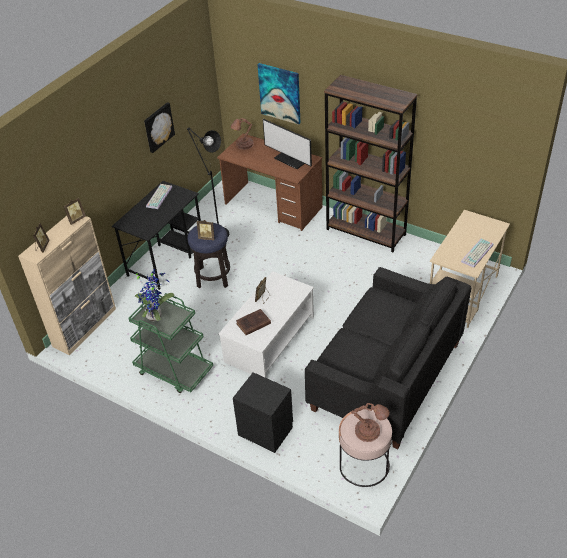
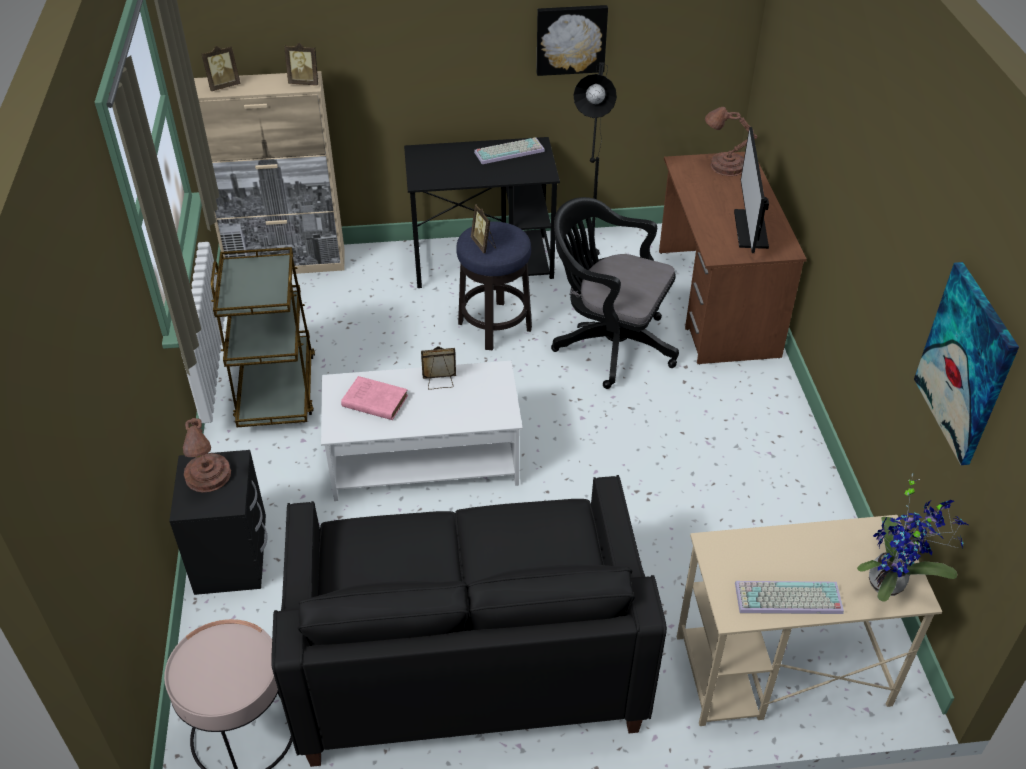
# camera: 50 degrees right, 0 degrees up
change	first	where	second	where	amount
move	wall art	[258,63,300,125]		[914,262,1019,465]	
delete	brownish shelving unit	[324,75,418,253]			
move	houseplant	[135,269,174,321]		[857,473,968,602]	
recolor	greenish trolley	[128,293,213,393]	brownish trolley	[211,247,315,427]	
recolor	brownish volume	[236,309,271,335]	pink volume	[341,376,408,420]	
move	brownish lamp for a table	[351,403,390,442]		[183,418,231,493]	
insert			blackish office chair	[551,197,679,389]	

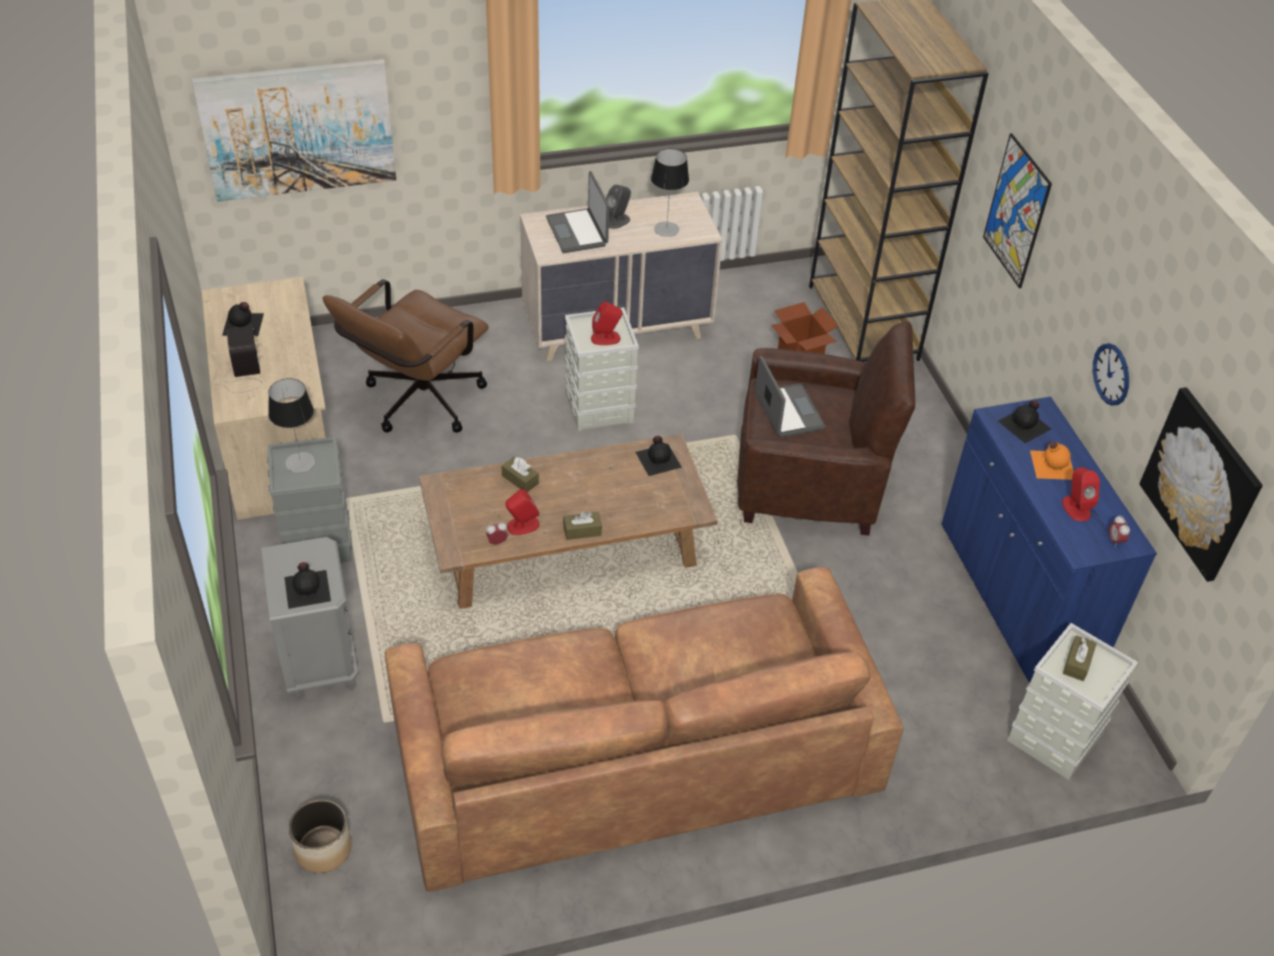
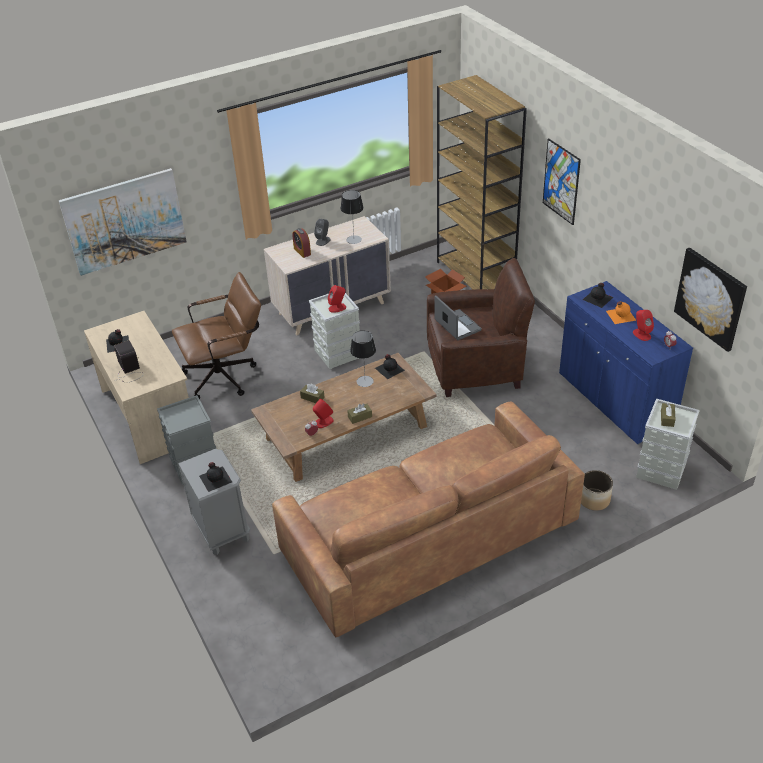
# camera: 10 degrees left, 5 degrees down
change	first	where	second	where	amount
replace	notebook computer	[546,171,609,253]	bedside clock	[292,228,311,258]	
rotate	brownish office chair	[323,279,489,433]		[172,272,261,399]	135 degrees counterclockwise
delete	clock on the wall	[1093,343,1129,406]			
move	lamp for a table	[268,378,315,473]		[350,330,376,387]	
move	plant pot	[289,800,351,873]		[581,470,613,511]	

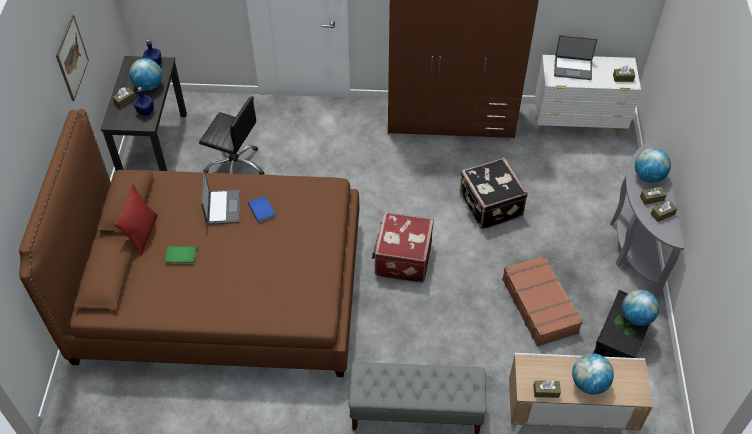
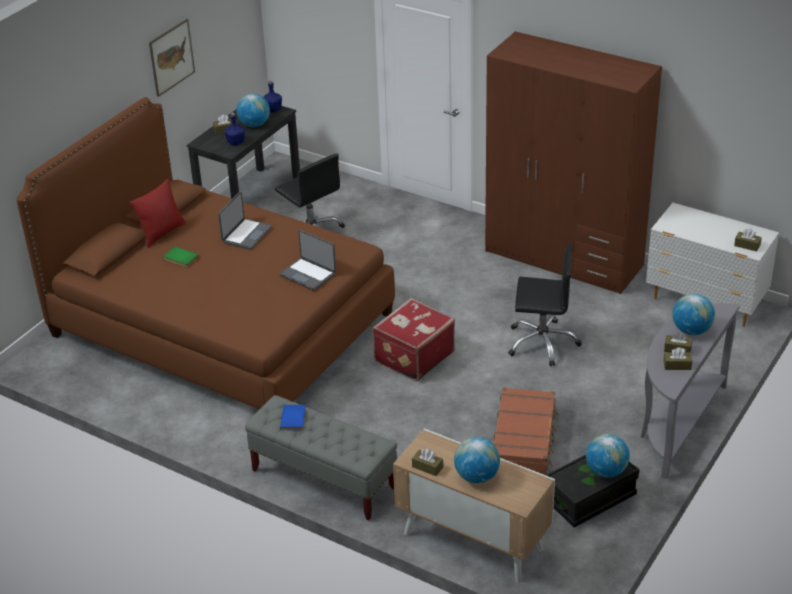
# camera: 30 degrees right, 15 degrees down
change	first	where	second	where	amount
move	notebook computer	[554,35,597,80]		[279,230,336,291]	
replace	blackish travel case	[460,158,528,229]	blackish office chair	[508,243,582,367]	
move	blue-coloured volume	[248,196,275,223]		[280,405,306,430]	

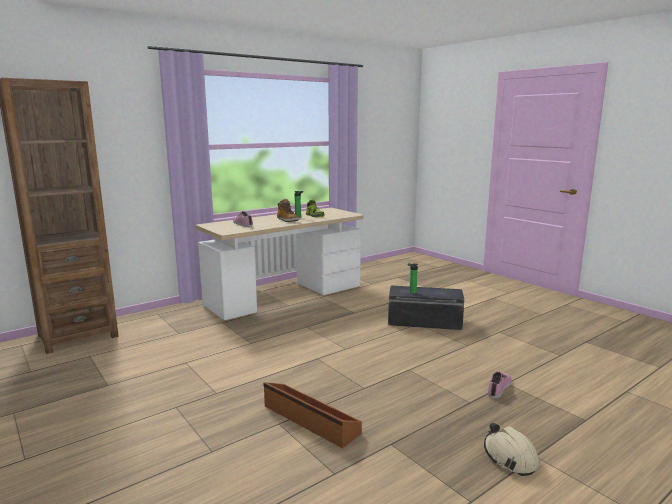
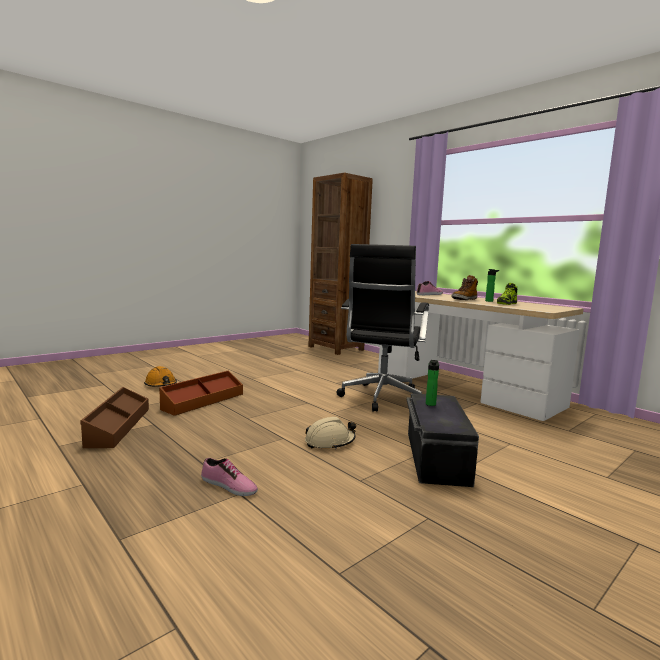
# camera: 85 degrees right, 5 degrees down
change	first	where	second	where	amount
move	beige-coloured safety helmet	[484,423,539,476]		[305,417,356,450]	
insert			blackish office chair	[336,244,429,412]	
insert			orange safety helmet	[144,366,177,387]	
insert			brownish storage box	[80,387,149,448]	

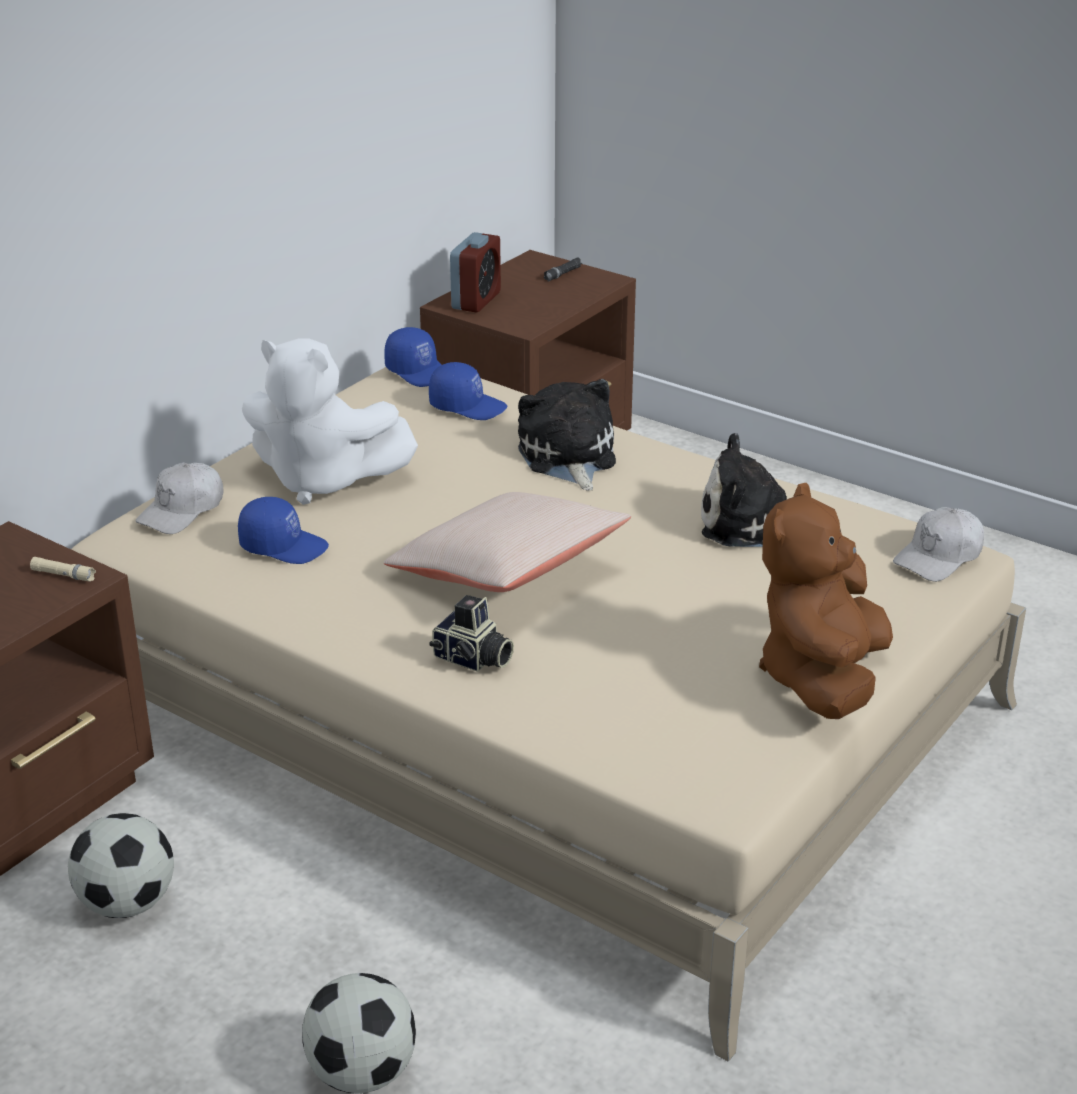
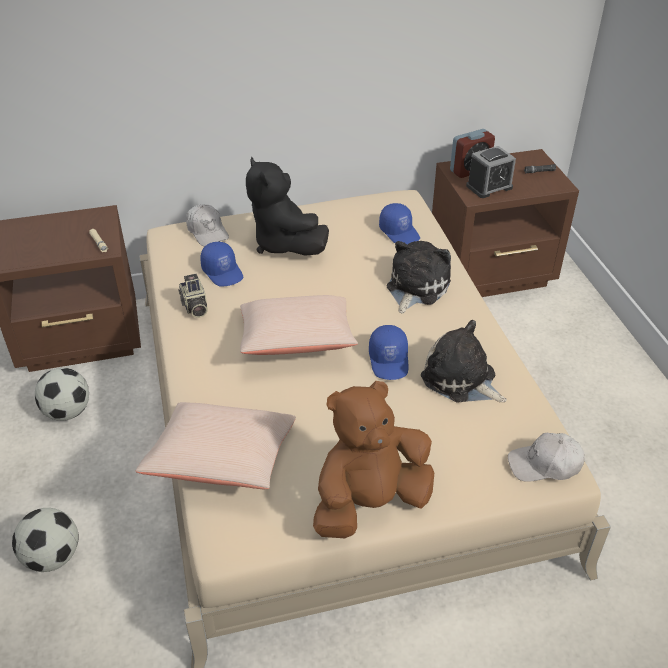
# camera: 40 degrees right, 10 degrees up
change	first	where	second	where	amount
move	blue-coloured peaked cap	[384,327,442,387]		[369,325,409,380]	
recolor	white-coloured soft toy	[242,338,418,505]	blackish soft toy	[246,157,329,256]	
rotate	white-coloured peaked cap	[135,463,223,534]		[186,204,229,246]	105 degrees counterclockwise
move	photo camera	[429,595,514,672]		[178,274,208,318]	
insert			bedside clock	[466,146,516,198]	
insert			beige-coloured pillow	[136,402,296,489]	

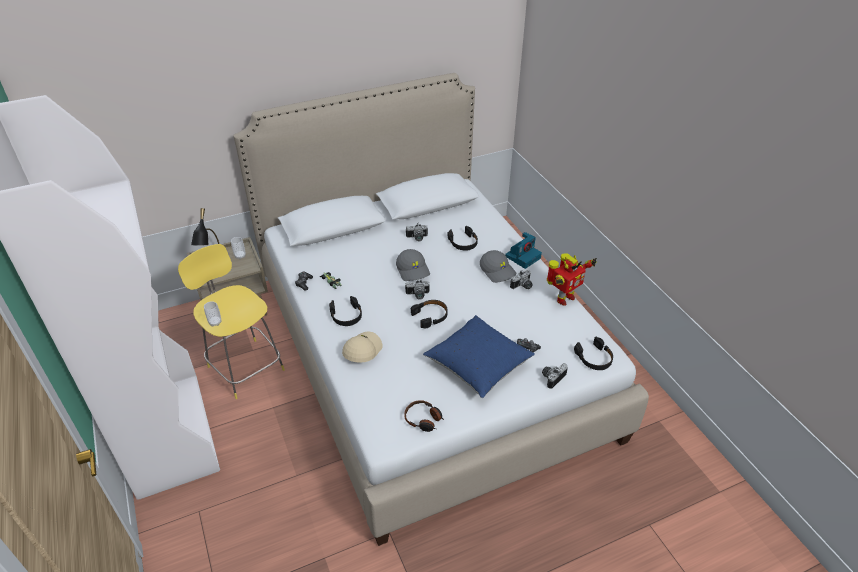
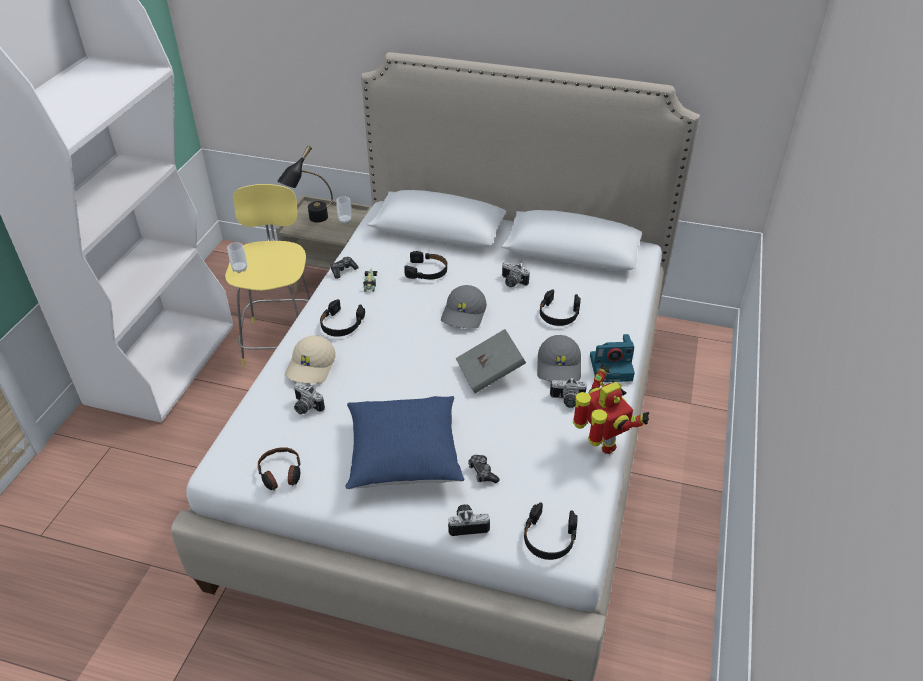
# camera: 40 degrees right, 0 degrees up
change	first	where	second	where	amount
rotate	toy robot	[547,253,597,306]		[573,363,649,454]	120 degrees counterclockwise
move	photo camera	[405,279,429,300]		[294,382,325,414]	
move	blackish headset	[411,300,448,329]		[404,251,447,280]	
rotate	beige-coloured peaked cap	[342,332,383,363]		[285,335,336,384]	135 degrees clockwise
insert			greyish volume	[456,329,526,393]	

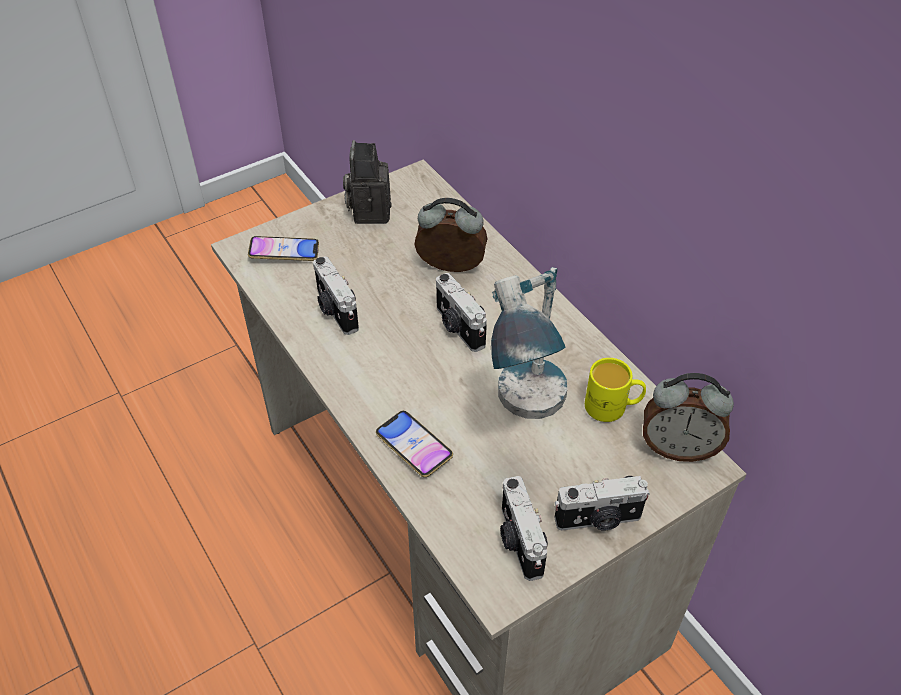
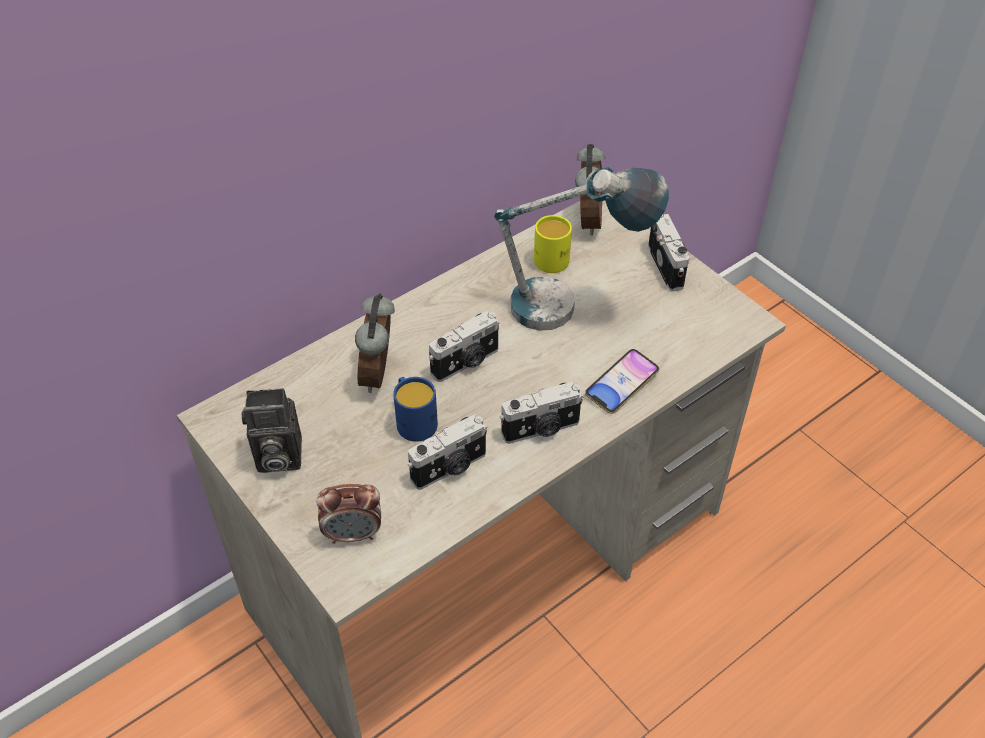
# camera: 95 degrees left, 0 degrees up
change	first	where	second	where	amount
replace	handset	[248,236,319,261]	bedside clock	[316,484,381,544]	
move	photo camera	[500,476,548,581]		[500,382,583,444]	
insert			blue-coloured mug	[393,377,438,442]	

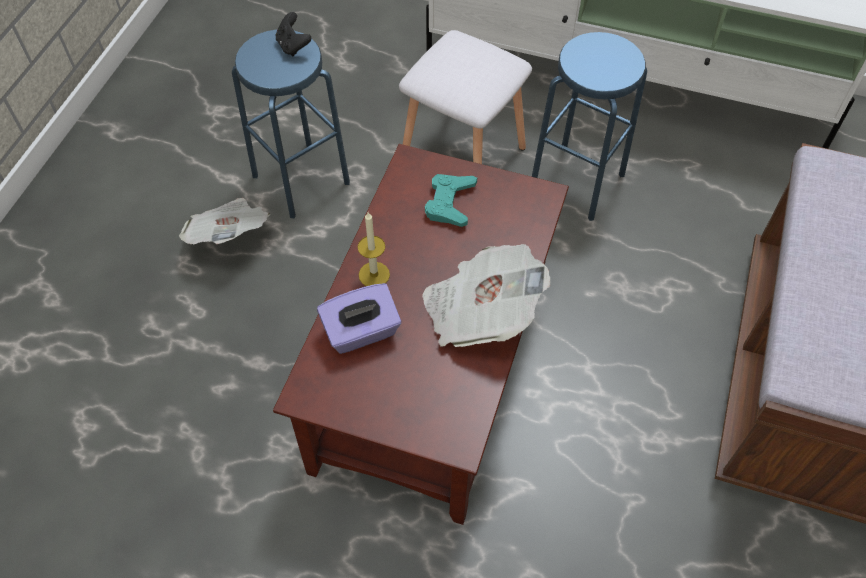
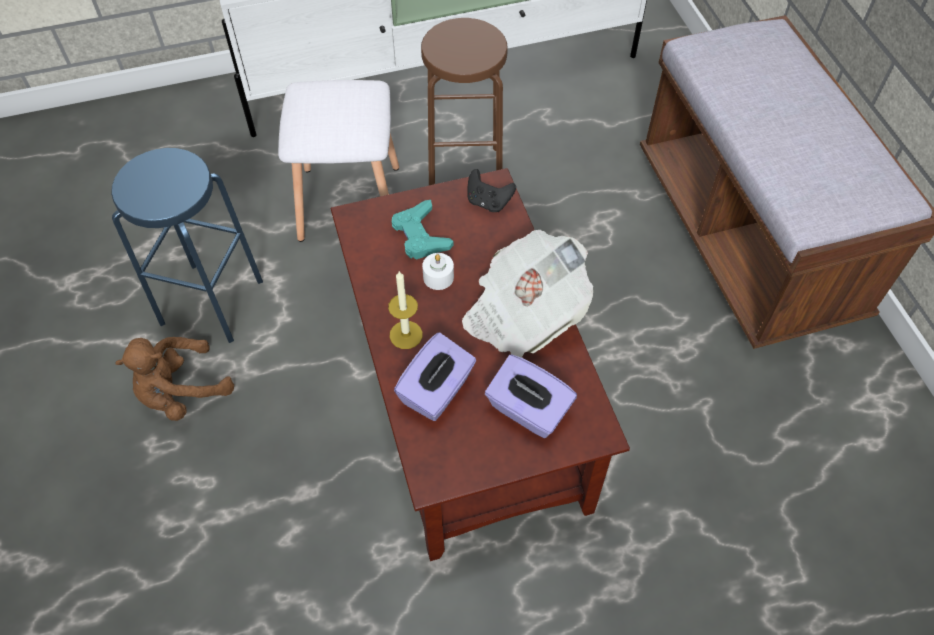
# camera: 35 degrees left, 0 degrees up
change	first	where	second	where	amount
move	blackish joypad	[276,12,312,56]		[467,169,516,212]	
recolor	blue-coloured sitting stool	[532,32,647,221]	brownish sitting stool	[421,18,508,185]	
replace	daily paper	[179,198,270,244]	brownish soft toy	[115,337,234,421]	
insert			white-coloured wax light	[422,253,454,290]	
insert			purplish box of tissues	[485,354,577,438]	

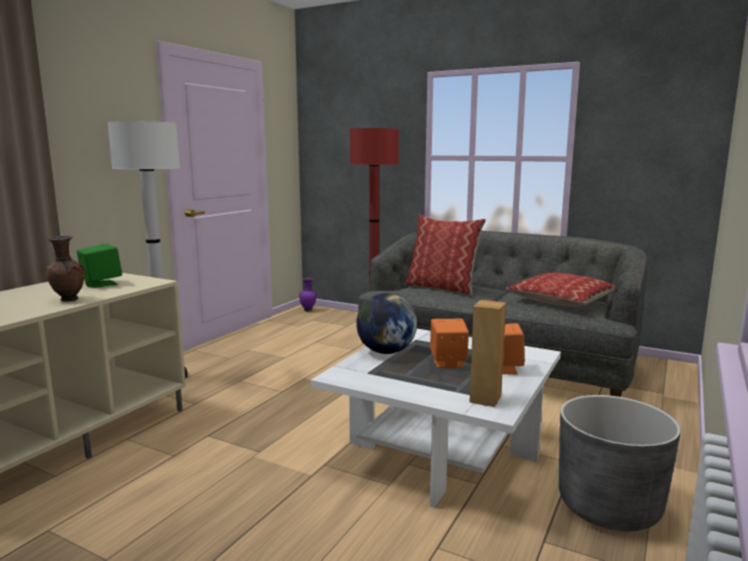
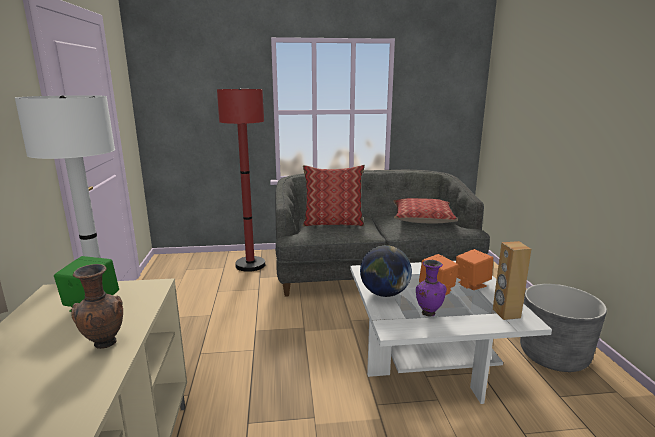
# camera: 35 degrees left, 5 degrees up
change	first	where	second	where	amount
move	purplish flower vase	[299,278,317,311]		[416,260,447,317]	

